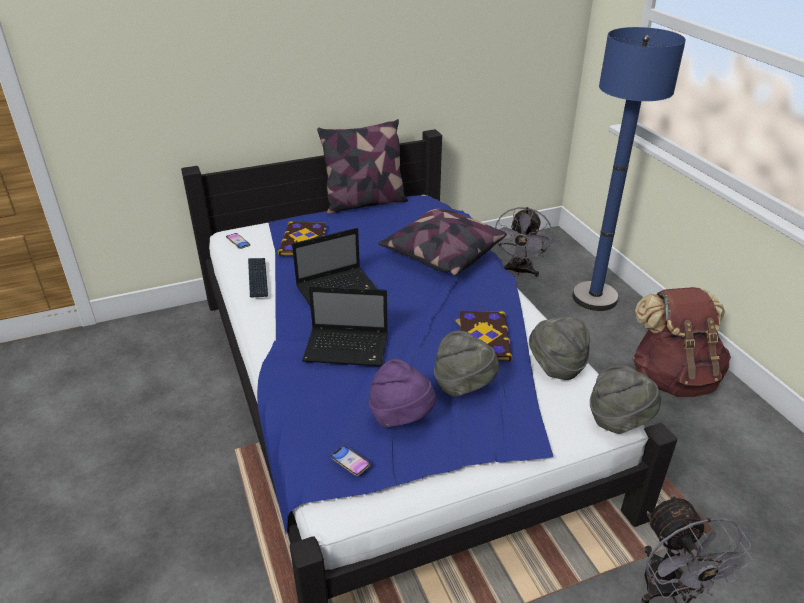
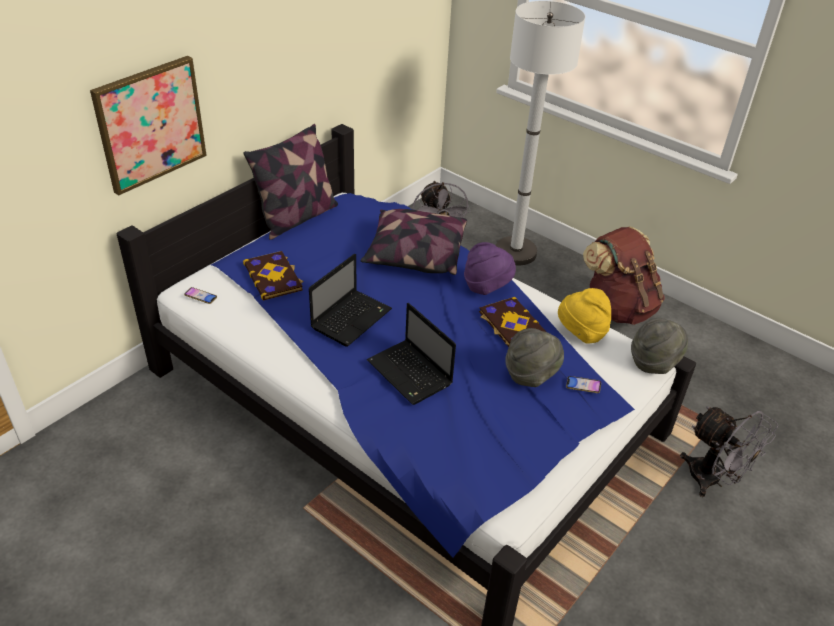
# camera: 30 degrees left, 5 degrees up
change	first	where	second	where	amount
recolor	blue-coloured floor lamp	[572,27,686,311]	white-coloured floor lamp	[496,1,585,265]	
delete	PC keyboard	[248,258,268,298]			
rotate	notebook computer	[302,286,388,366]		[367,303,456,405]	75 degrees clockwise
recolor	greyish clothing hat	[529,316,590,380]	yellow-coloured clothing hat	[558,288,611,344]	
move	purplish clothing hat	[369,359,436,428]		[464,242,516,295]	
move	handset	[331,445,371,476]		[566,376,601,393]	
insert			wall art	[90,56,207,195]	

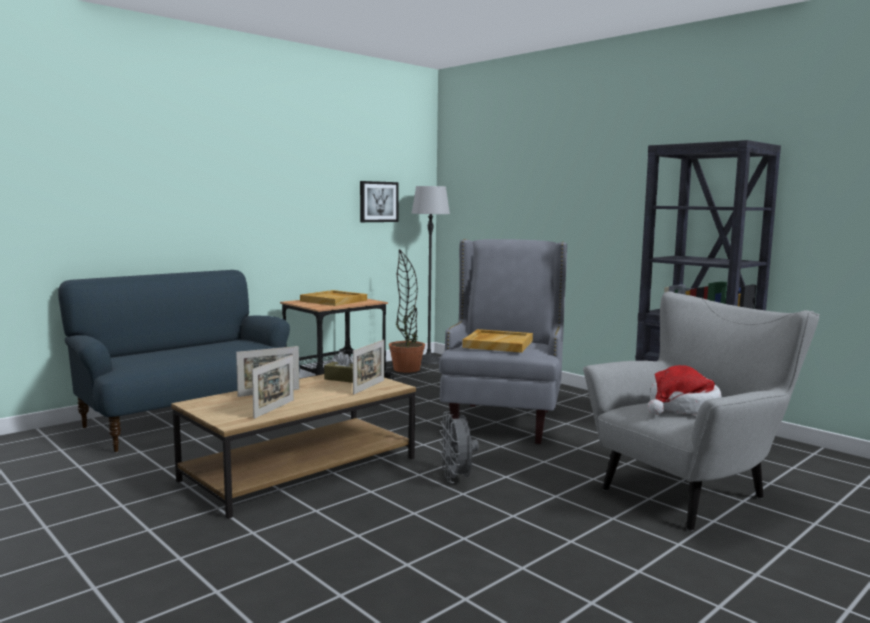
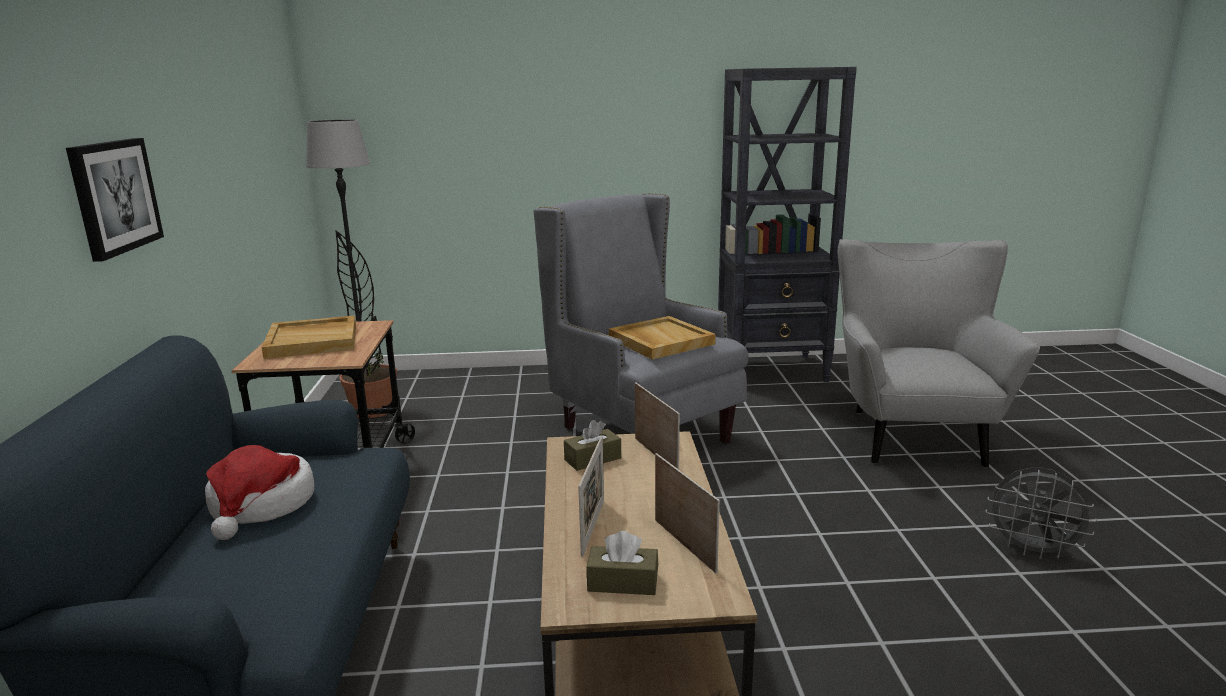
# camera: 50 degrees left, 10 degrees up
change	first	where	second	where	amount
move	wall art	[360,181,399,222]		[66,138,164,262]	
move	clothing hat	[648,365,722,415]		[205,445,314,540]	
move	greyish fan	[439,411,479,483]		[985,468,1097,560]	
insert			brownish box of tissues	[586,531,658,595]	

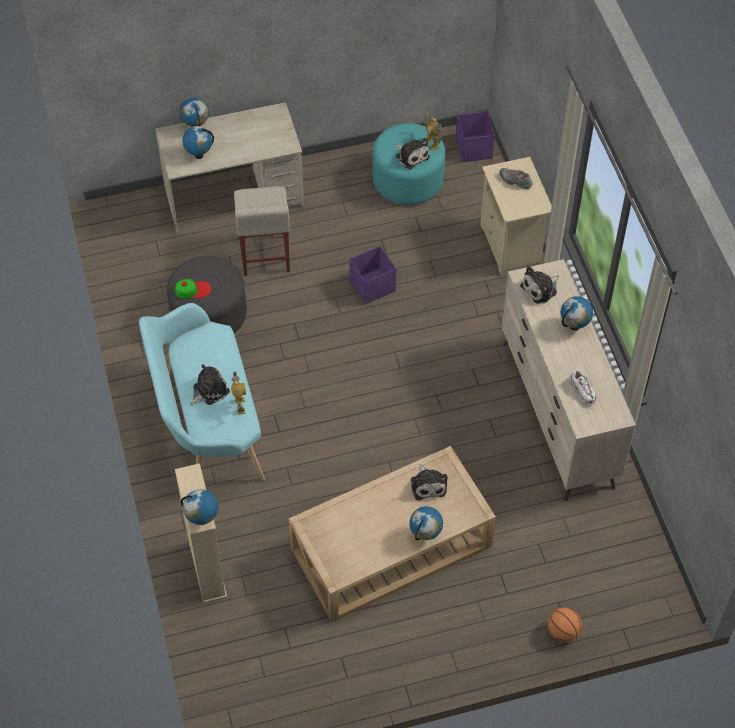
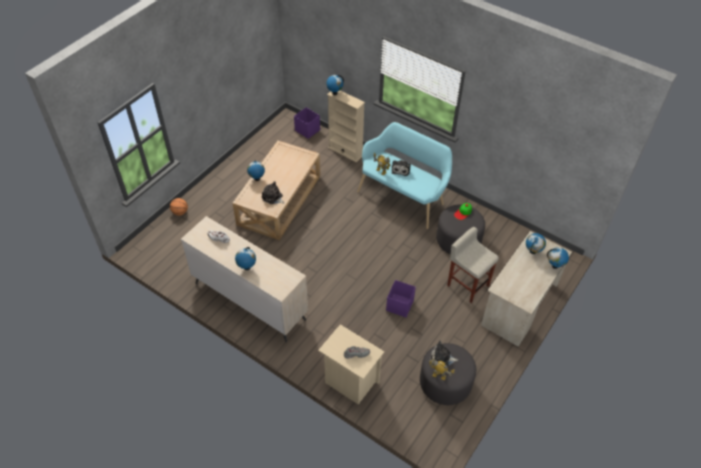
# camera: 140 degrees right, 5 degrees down
change	first	where	second	where	amount
move	purplish storage box	[456,111,495,162]		[294,107,320,139]	
recolor	blue-green pouffe	[372,123,445,205]	greyish pouffe	[420,343,476,405]	
delete	soft toy	[520,266,559,304]			

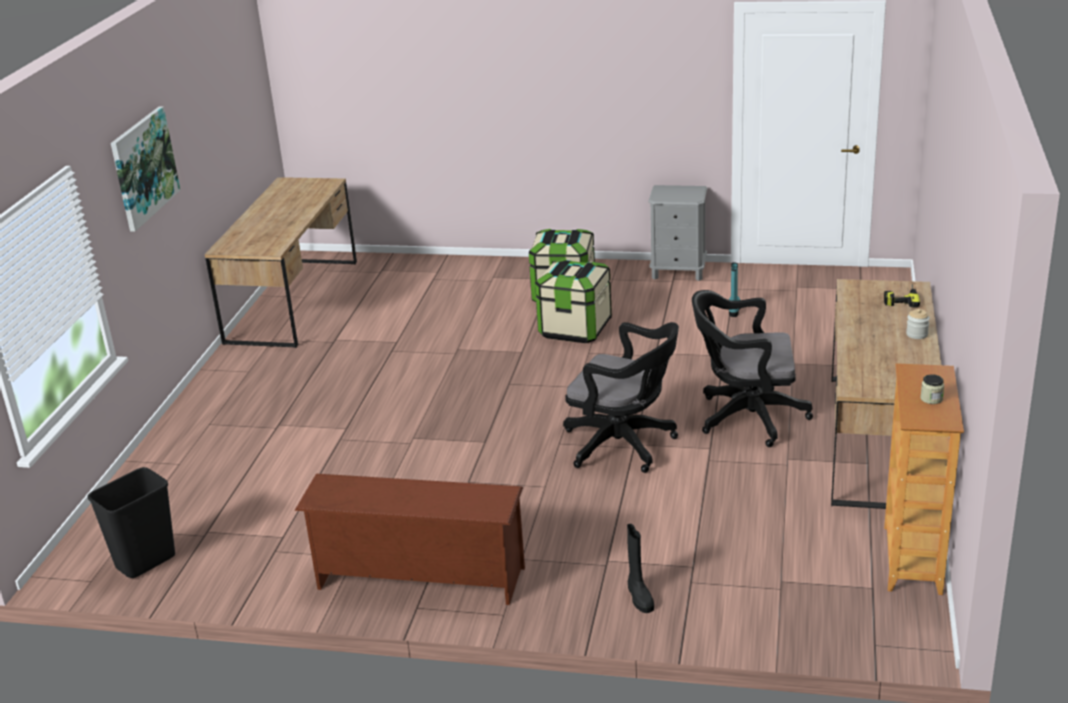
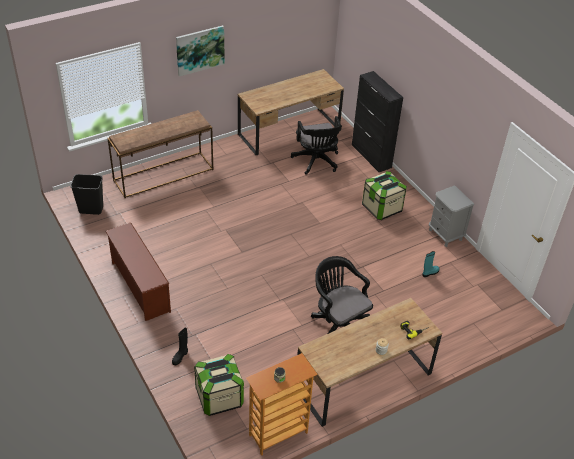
# camera: 45 degrees right, 15 degrees up
change	first	where	second	where	amount
move	storage box	[535,259,612,343]		[194,354,244,416]	
move	blackish office chair	[563,322,679,473]		[291,116,342,175]	
insert			blackish cupboard	[352,71,403,172]	
insert			brownish narrow table	[107,110,213,198]	

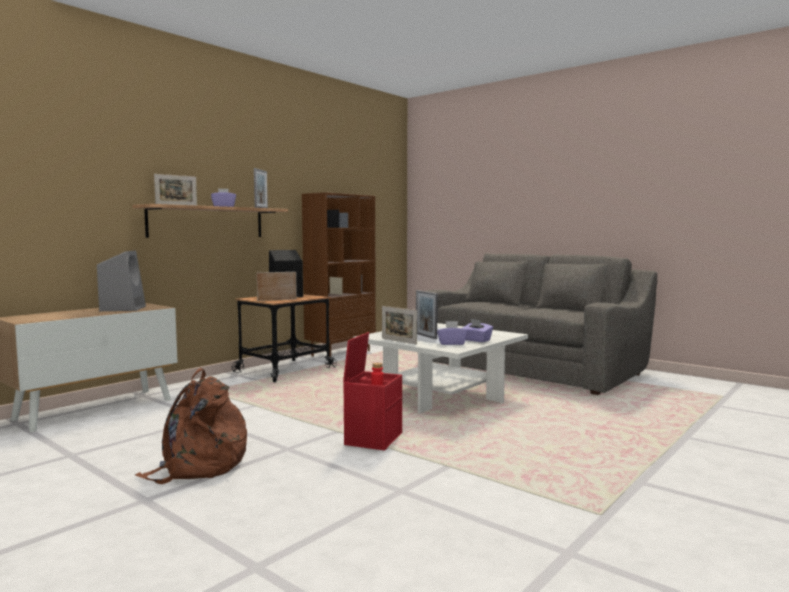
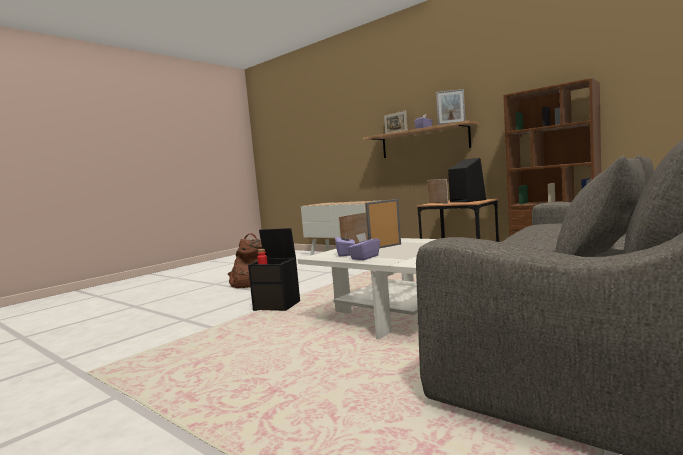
# camera: 90 degrees right, 0 degrees up
change	first	where	second	where	amount
delete	greyish audio speaker	[97,250,146,311]			
recolor	reddish storage box	[343,332,402,451]	blackish storage box	[248,228,300,311]	

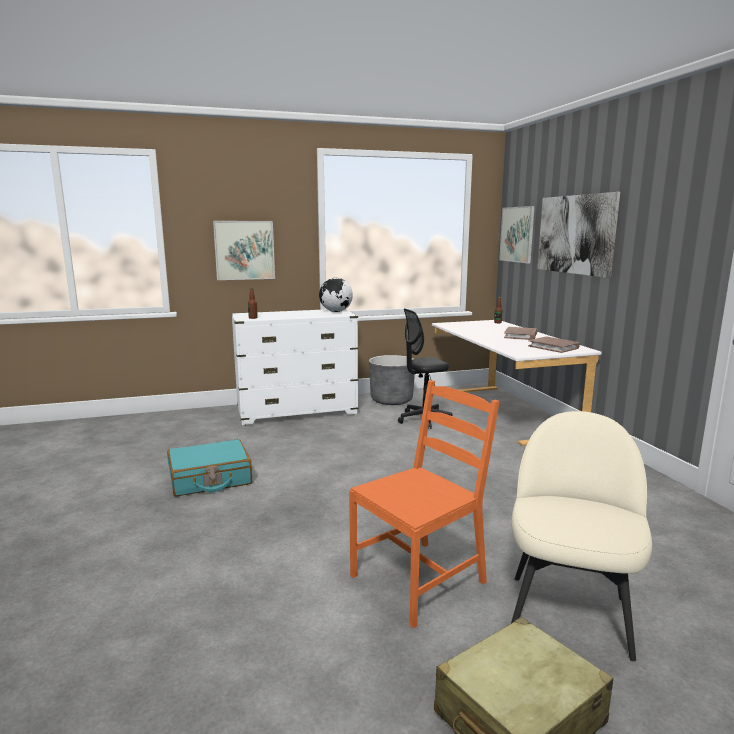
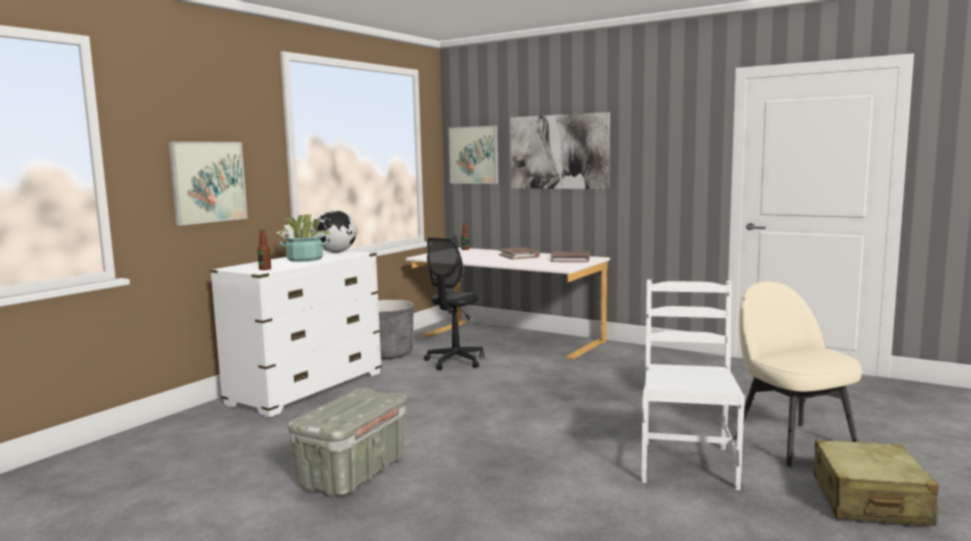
# camera: 40 degrees left, 5 degrees down
change	first	where	second	where	amount
recolor	orange plain chair	[349,380,500,628]	white-coloured plain chair	[642,279,745,490]	
replace	blue-green travel case	[167,439,252,496]	greyish storage box	[288,388,407,496]	
insert			houseplant	[276,214,331,262]	

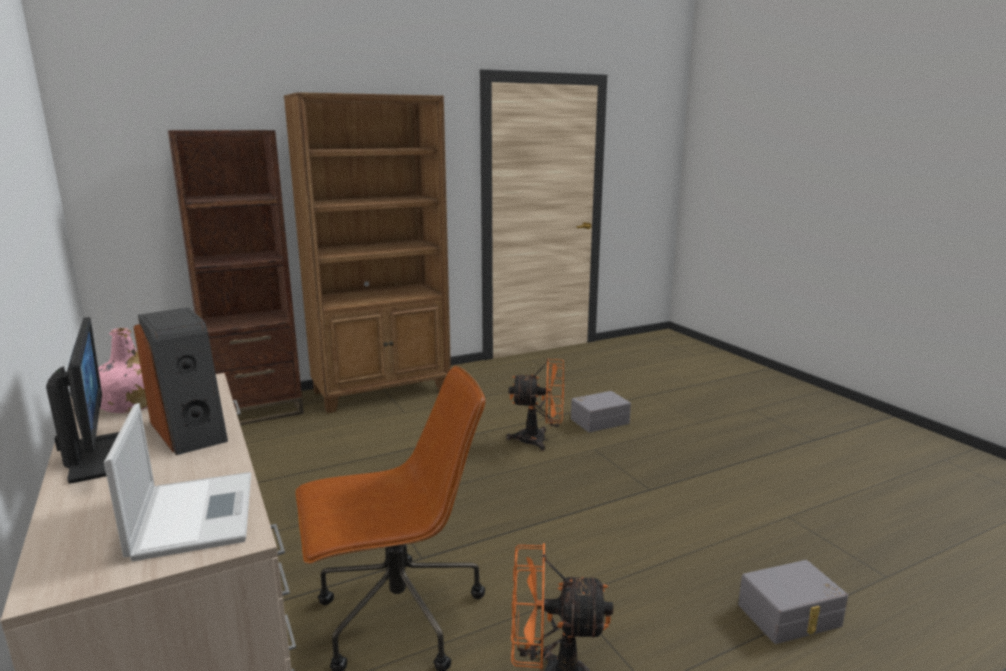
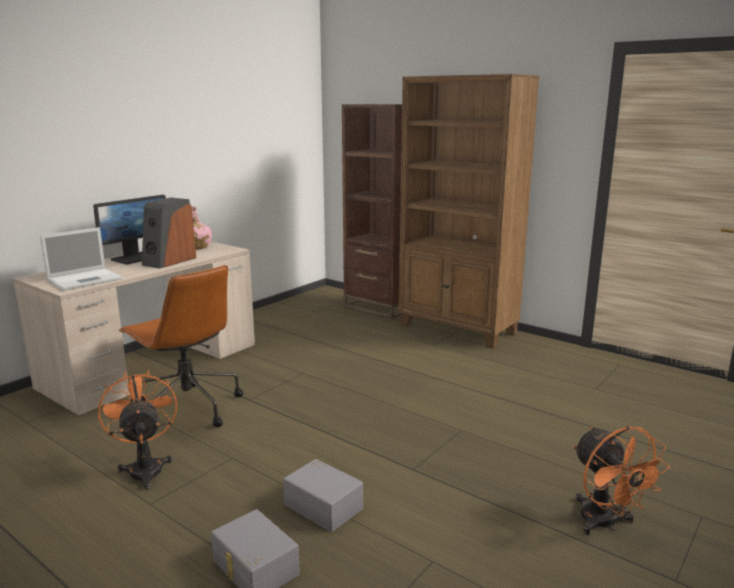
# camera: 65 degrees right, 0 degrees up
change	first	where	second	where	amount
move	orange fan	[506,359,564,451]		[574,426,670,535]	
move	greyish storage box	[571,391,631,433]		[283,459,363,532]	

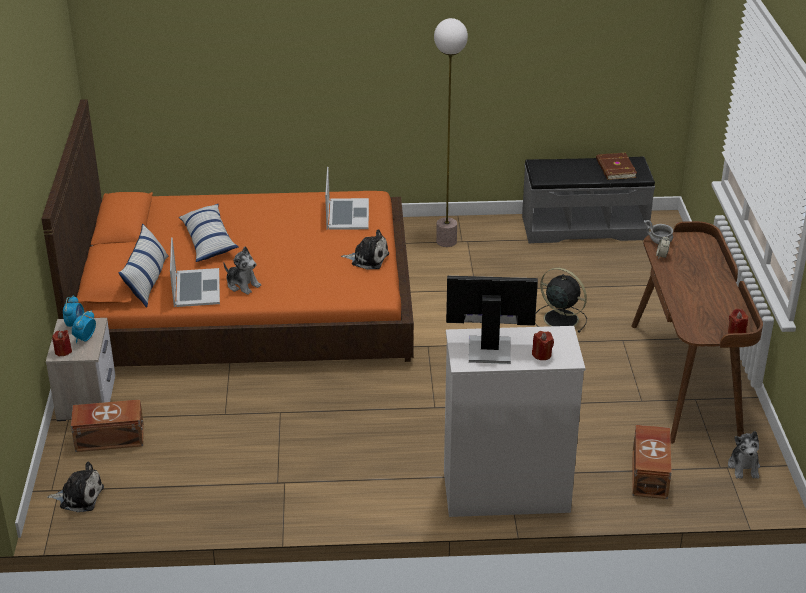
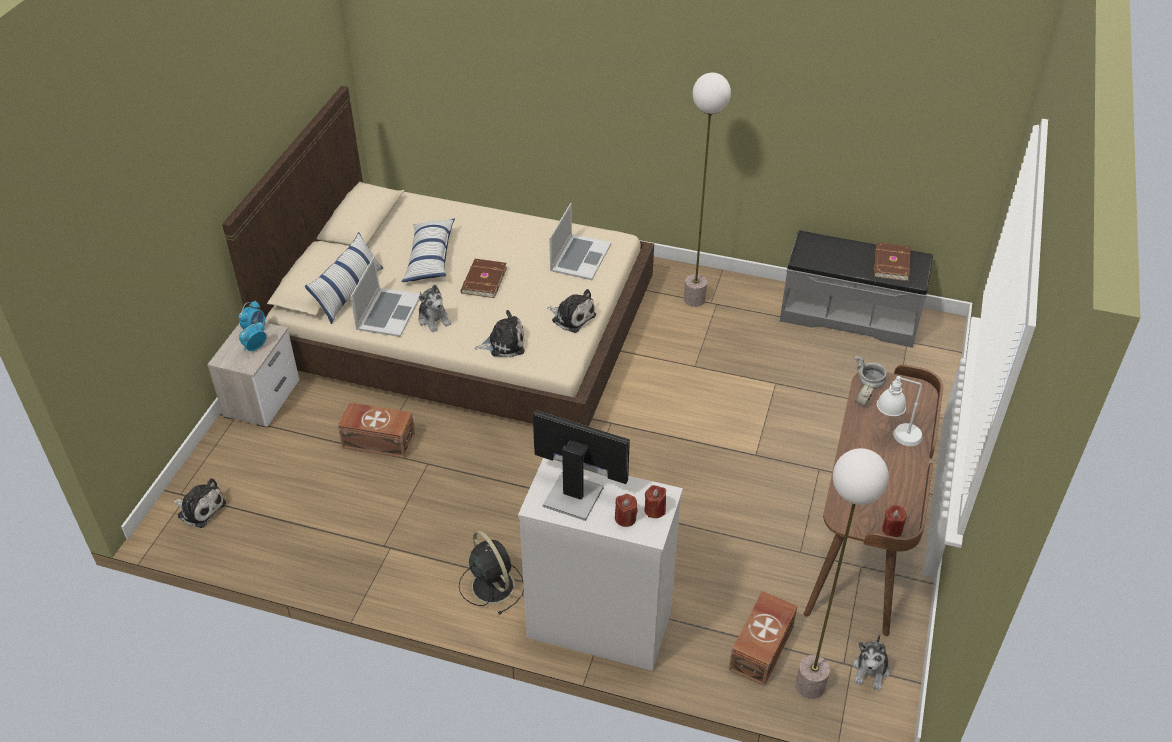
# camera: 20 degrees right, 10 degrees up
change	first	where	second	where	amount
recolor	orange bed	[42,99,414,367]	beige-coloured bed	[222,86,654,427]	
move	blackish fan	[535,268,587,333]		[459,531,524,615]	
move	reddish wax light	[52,330,72,357]		[644,485,666,518]	
move	brownish storage box	[71,399,144,452]		[338,402,415,458]	
insert			brownish volume	[461,259,507,298]	
insert			soft toy	[475,310,525,357]	
insert			white-coloured lamp for a table	[877,376,922,446]	
insert			floor lamp	[796,448,889,699]	

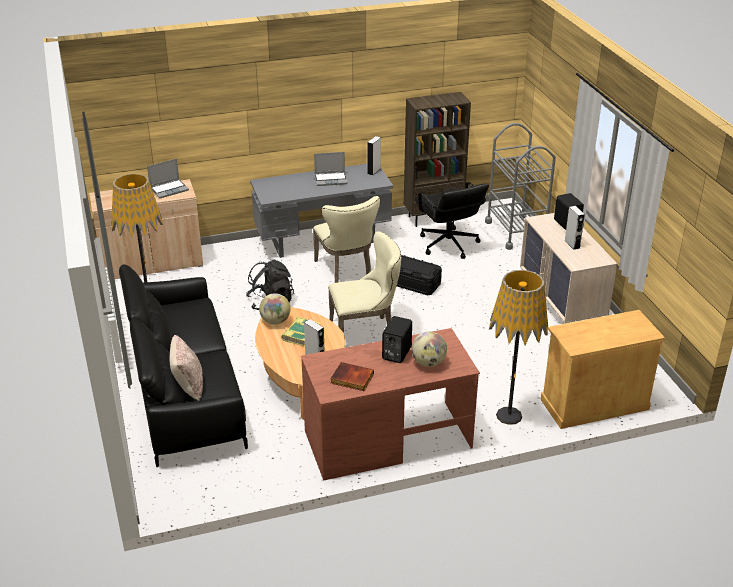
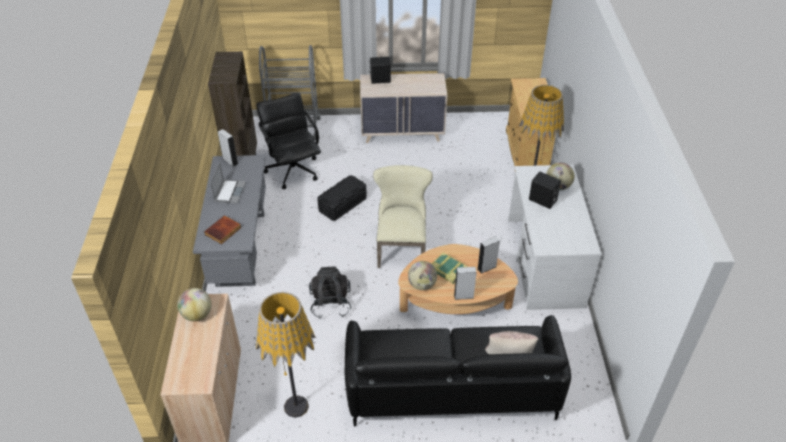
# camera: 75 degrees left, 10 degrees up
change	first	where	second	where	amount
replace	notebook computer	[147,158,189,198]	world globe	[177,288,212,321]	
rotate	blackish office chair	[415,182,489,259]		[256,93,321,189]	105 degrees counterclockwise
delete	beige-coloured plain chair	[313,196,380,283]			
move	greyish audio speaker	[564,206,585,250]		[454,267,477,300]	
recolor	brownish desk	[301,328,480,480]	white-coloured desk	[508,165,601,310]	
move	volume	[331,362,374,391]		[204,215,241,244]	

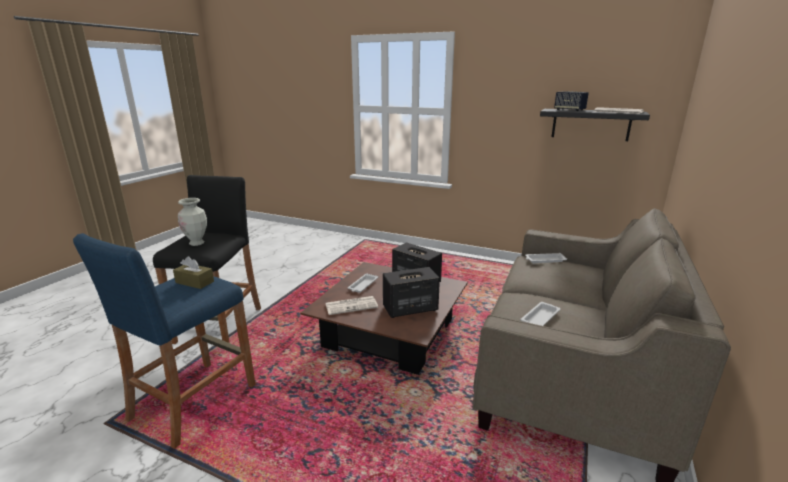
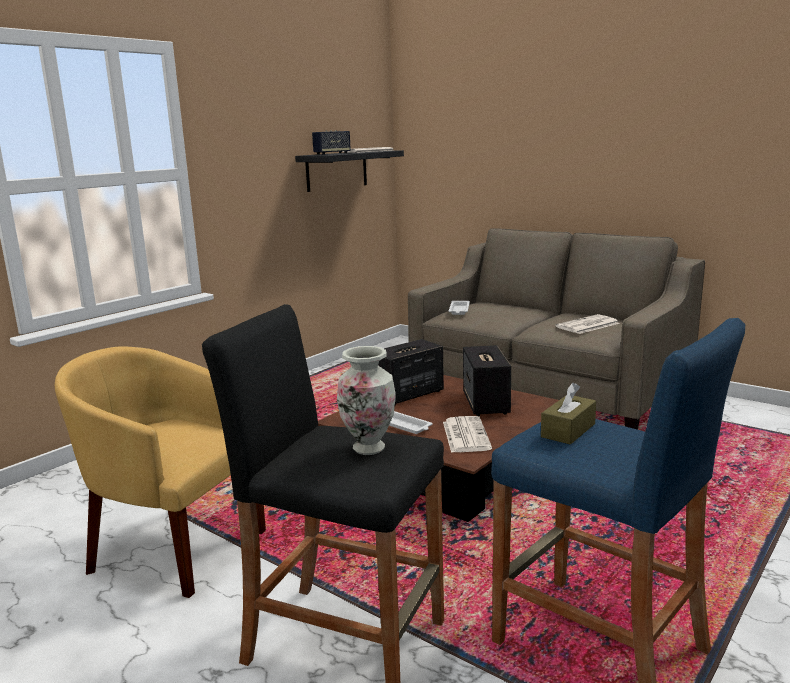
# camera: 75 degrees left, 5 degrees down
change	first	where	second	where	amount
replace	white-coloured serving tray	[520,302,560,326]	daily paper	[555,314,620,334]	
insert			yellow-coloured lounge chair	[55,346,266,598]	

